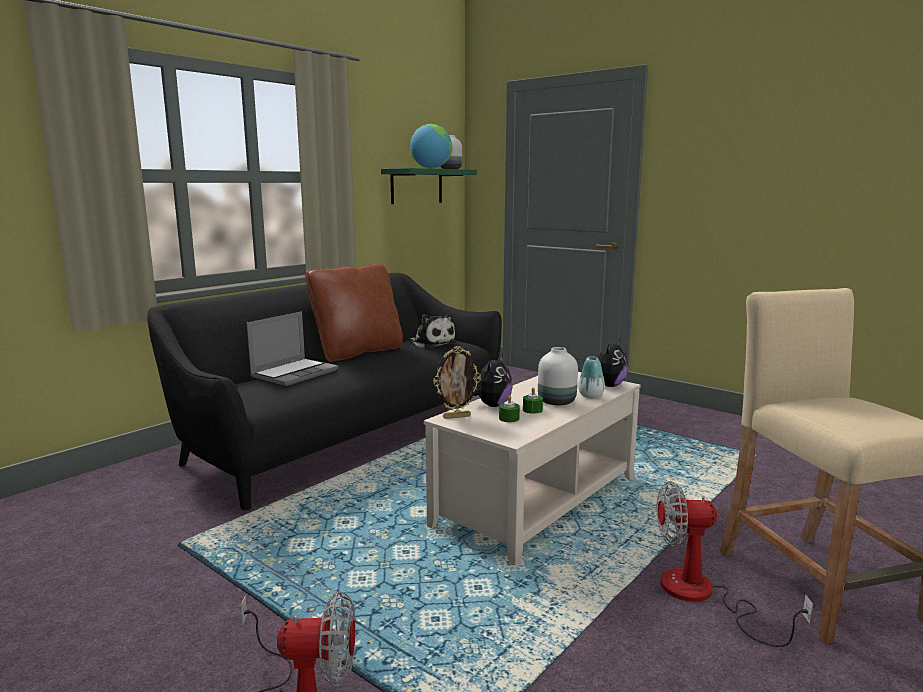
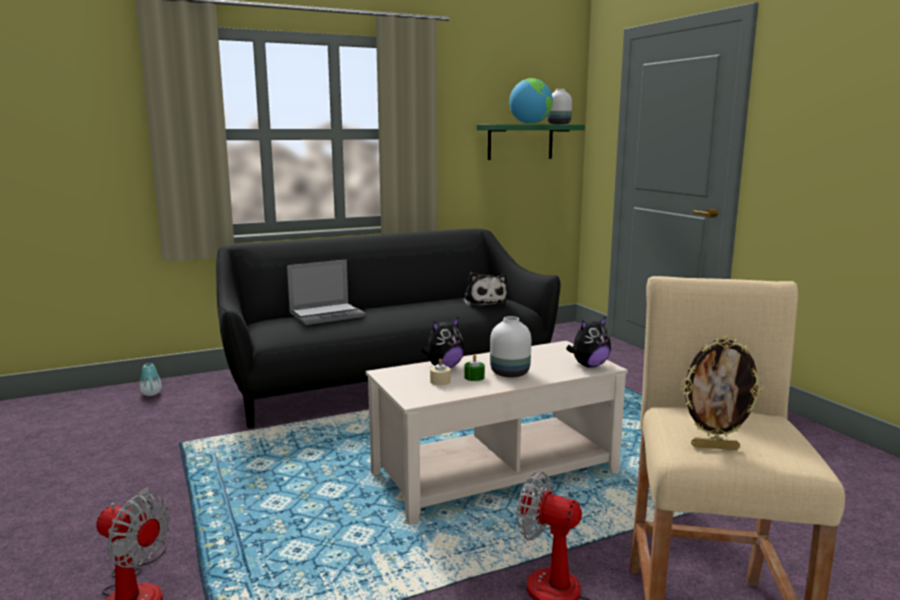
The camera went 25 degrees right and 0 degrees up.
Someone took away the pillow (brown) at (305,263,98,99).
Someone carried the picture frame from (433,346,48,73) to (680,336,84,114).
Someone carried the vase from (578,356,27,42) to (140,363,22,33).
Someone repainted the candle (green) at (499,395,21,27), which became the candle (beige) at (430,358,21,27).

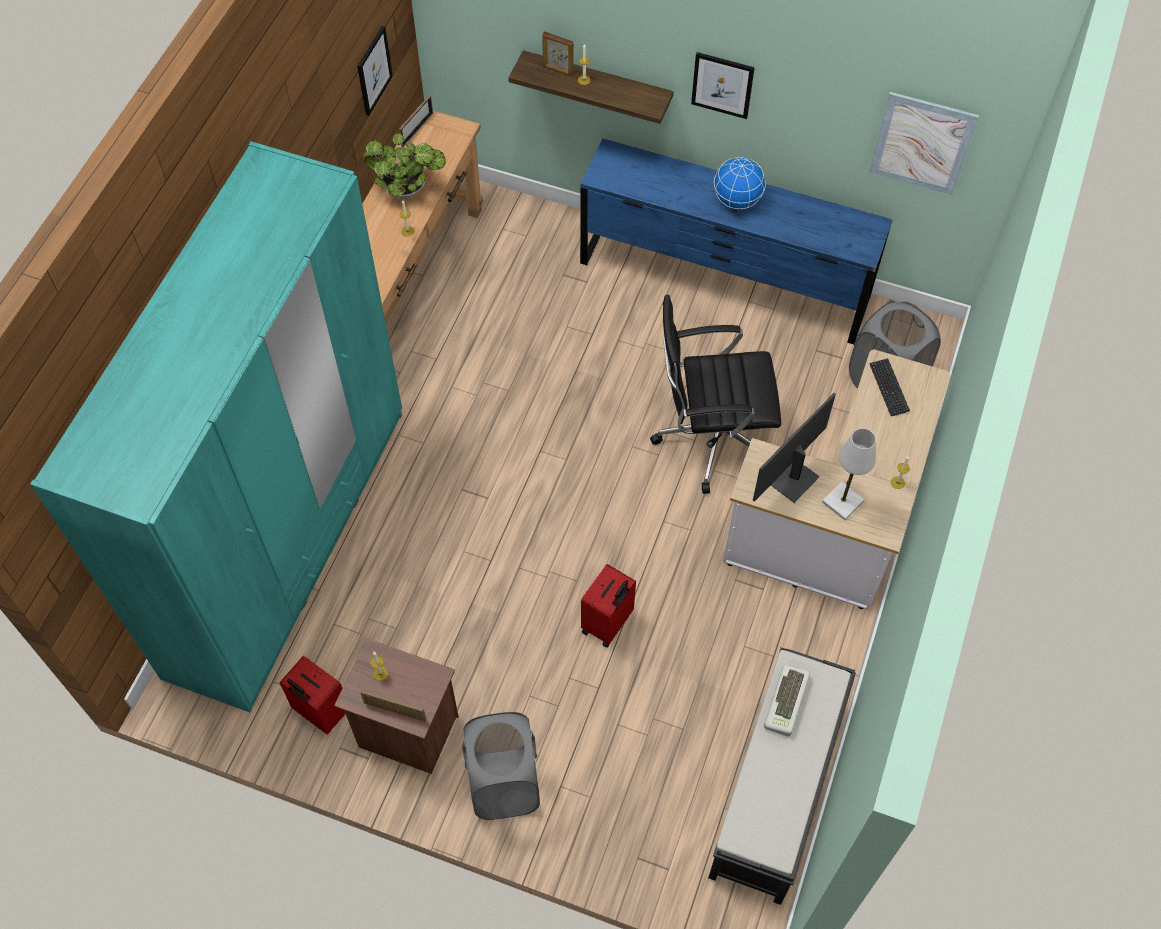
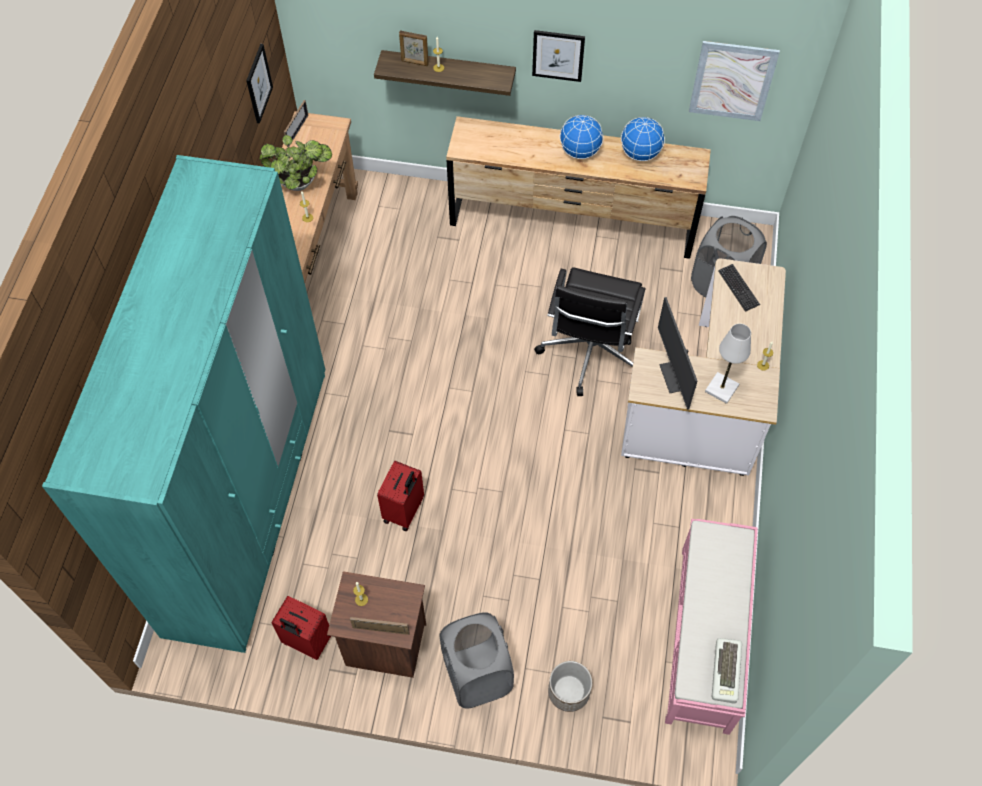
The camera went 10 degrees left and 0 degrees up.
Someone put down the planter at (548,661,44,51).
Someone put down the globe at (621,117,44,44).
Someone carried the suitcase (red) from (581,564,55,83) to (377,461,47,70).
Someone carried the keyboard from (764,665,46,72) to (712,638,30,66).
Someone repainted the dresser (blue) at (580,138,313,206), which became the dresser (brown) at (446,116,265,143).
Someone repainted the bench (black) at (708,647,148,258), which became the bench (pink) at (665,519,93,216).
Someone rotated the office chair (black) at (650,295,131,199) by 60 degrees counterclockwise.
Someone rotated the monitor at (753,393,83,110) by 45 degrees counterclockwise.

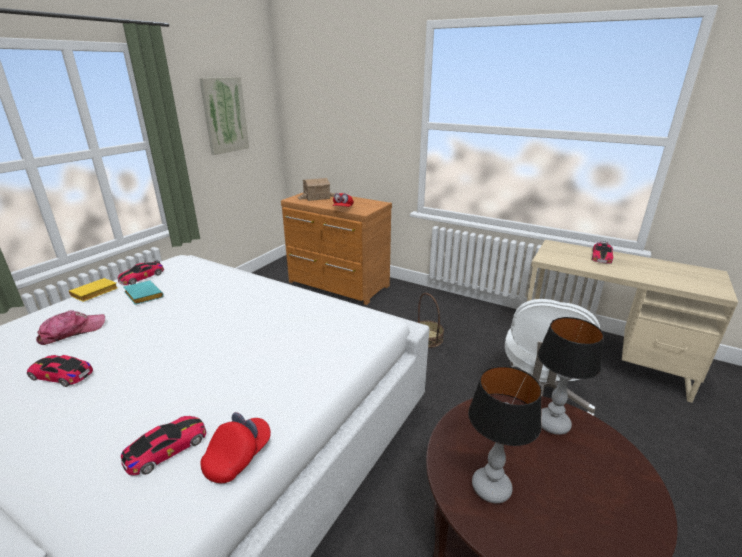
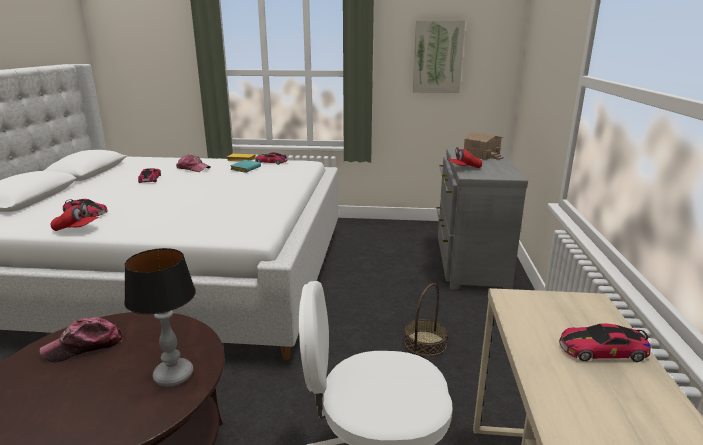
The camera went 65 degrees right and 5 degrees down.
Someone swapped the table lamp at (468,366,74,137) for the cap at (40,317,83,46).
Someone repainted the dresser (brown) at (281,192,111,113), which became the dresser (grey) at (436,149,92,141).

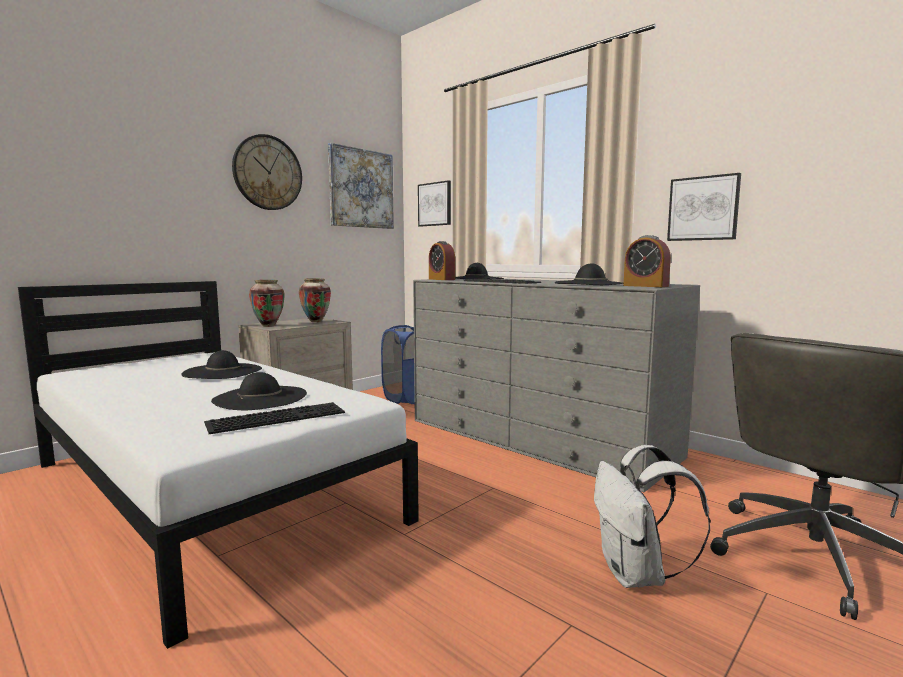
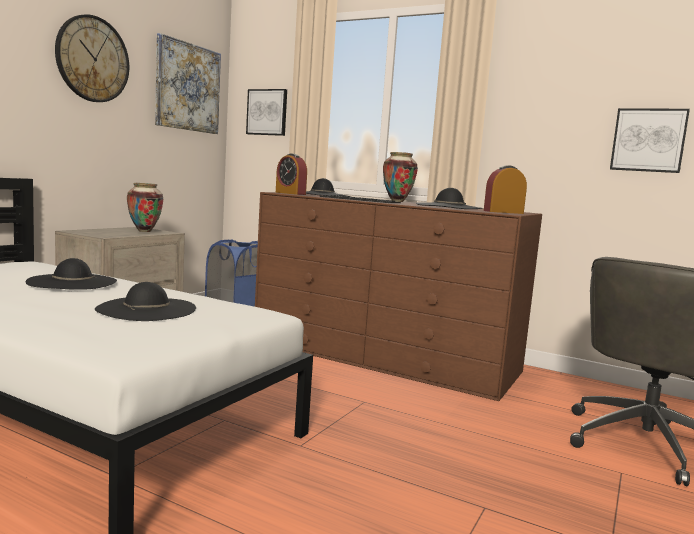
The camera went 15 degrees left and 0 degrees up.
Someone took away the keyboard at (204,402,141,32).
Someone took away the backpack (white) at (594,445,117,143).
Someone carried the vase from (249,280,35,47) to (383,152,35,50).
Someone carried the picture from (667,173,74,68) to (610,108,80,65).
Someone repainted the dresser (grey) at (413,279,287,213), which became the dresser (brown) at (255,192,287,209).
Someone rotated the alarm clock at (623,235,48,52) by 135 degrees clockwise.

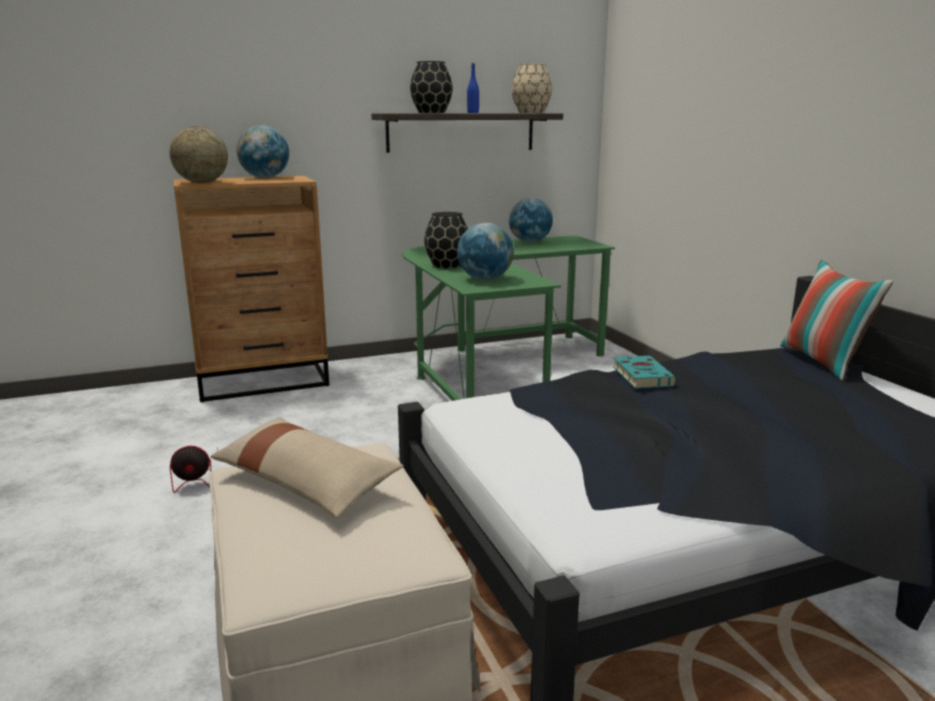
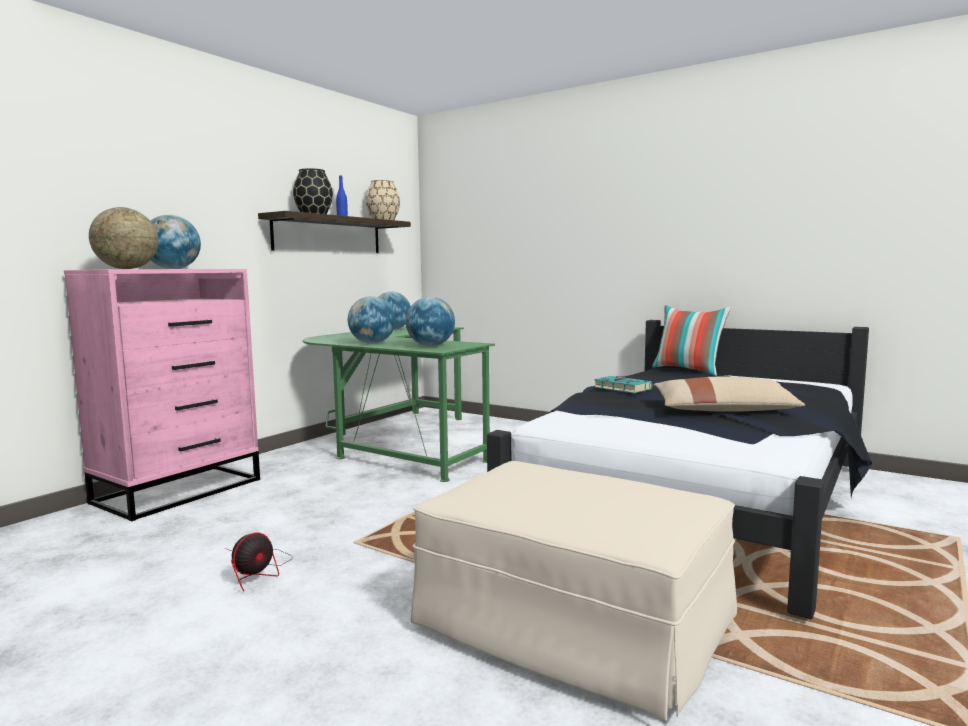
The camera went 35 degrees left and 10 degrees down.
Someone carried the pillow (beige) from (210,417,194,101) to (654,377,151,35).
Someone swapped the vase (black) at (424,212,44,56) for the globe at (348,296,47,48).
Someone repainted the dresser (brown) at (174,175,155,227), which became the dresser (pink) at (64,269,196,252).

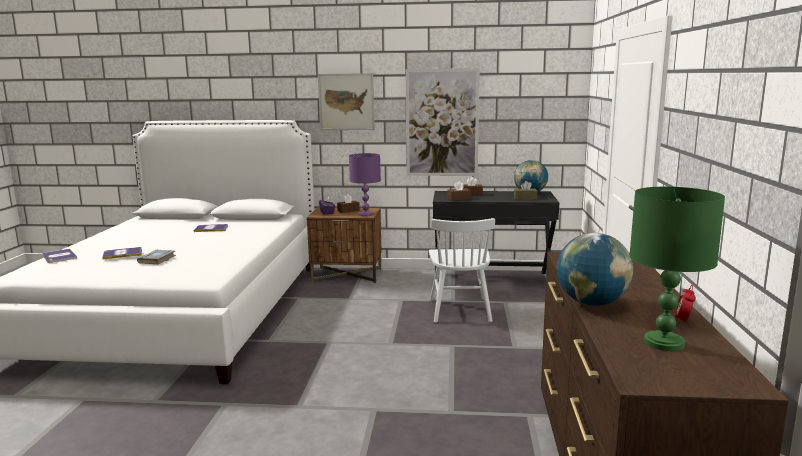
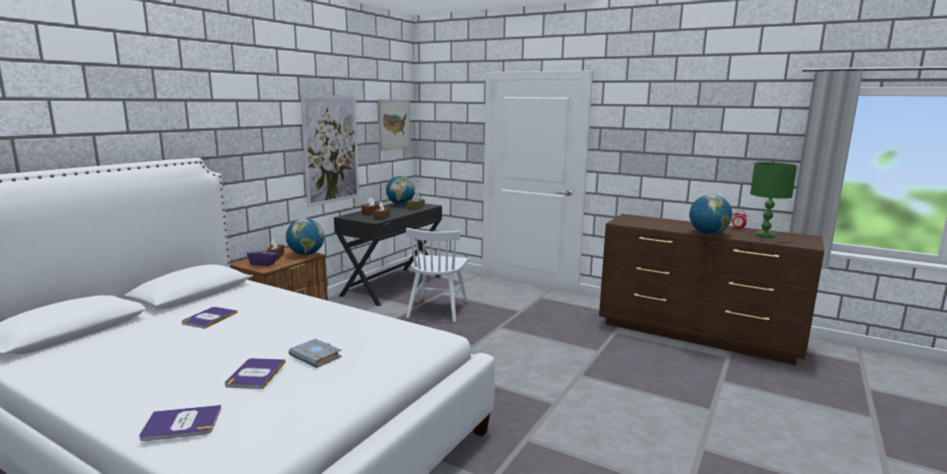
The camera went 65 degrees left and 0 degrees up.
Someone carried the picture from (318,73,57,57) to (378,100,33,51).
Someone swapped the table lamp (purple) at (349,153,32,63) for the globe at (286,218,38,37).
Someone rotated the chair (white) at (429,218,66,105) by 75 degrees clockwise.

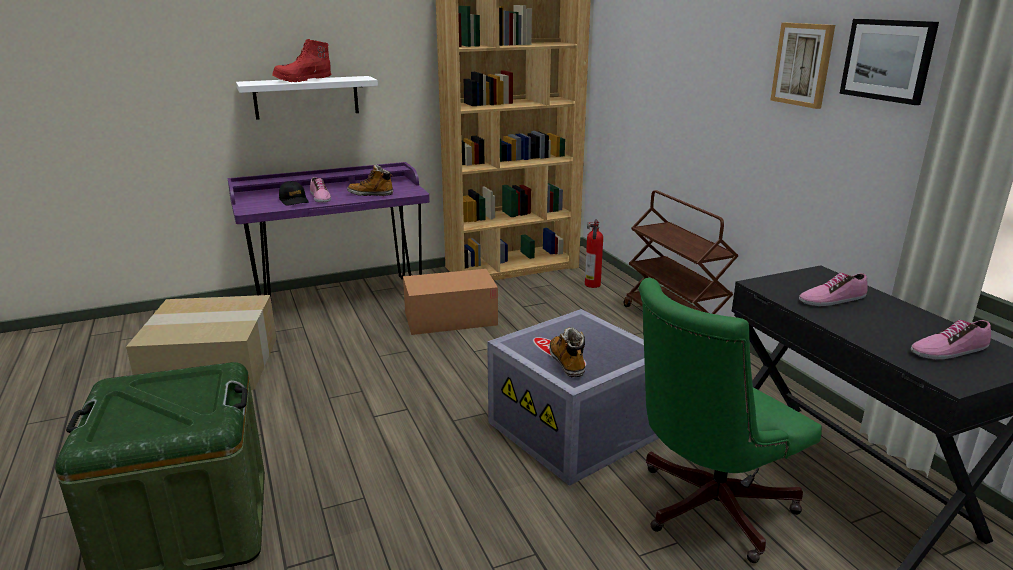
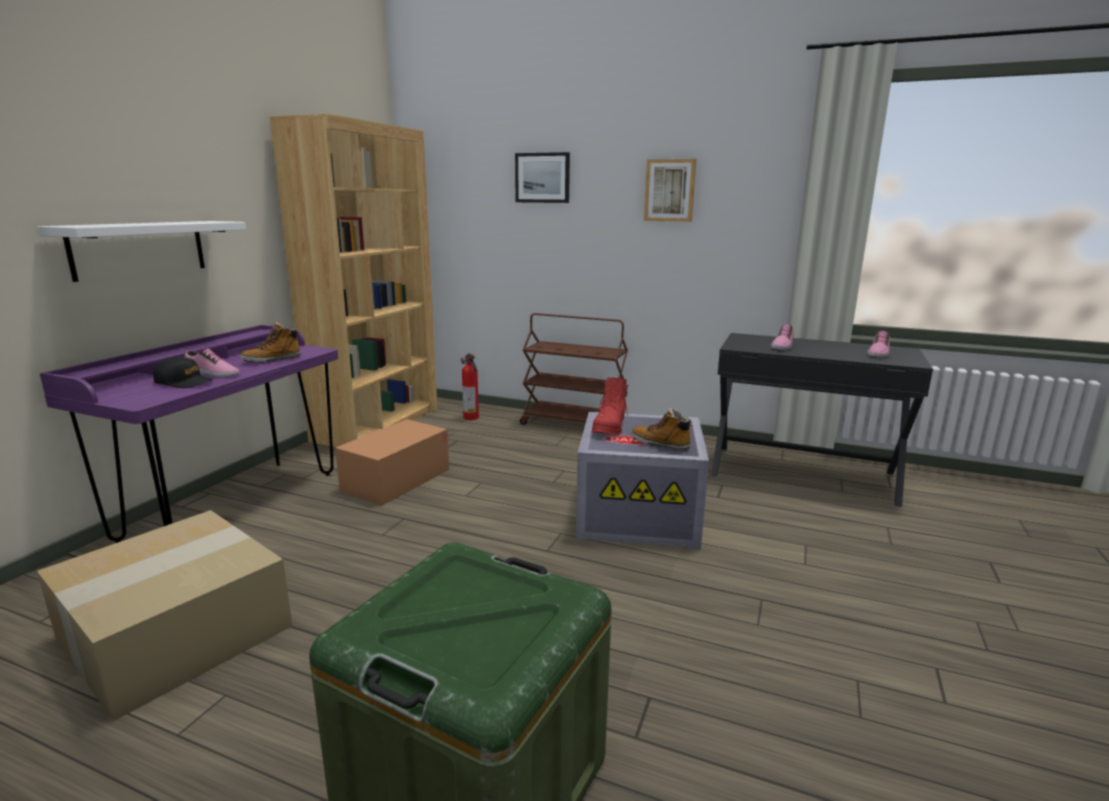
The camera went 45 degrees left and 5 degrees down.
Someone took away the office chair (green) at (639,278,183,285).
Someone carried the boot (red) from (272,39,60,43) to (591,378,38,57).
Someone carried the picture from (839,19,100,86) to (515,152,55,51).

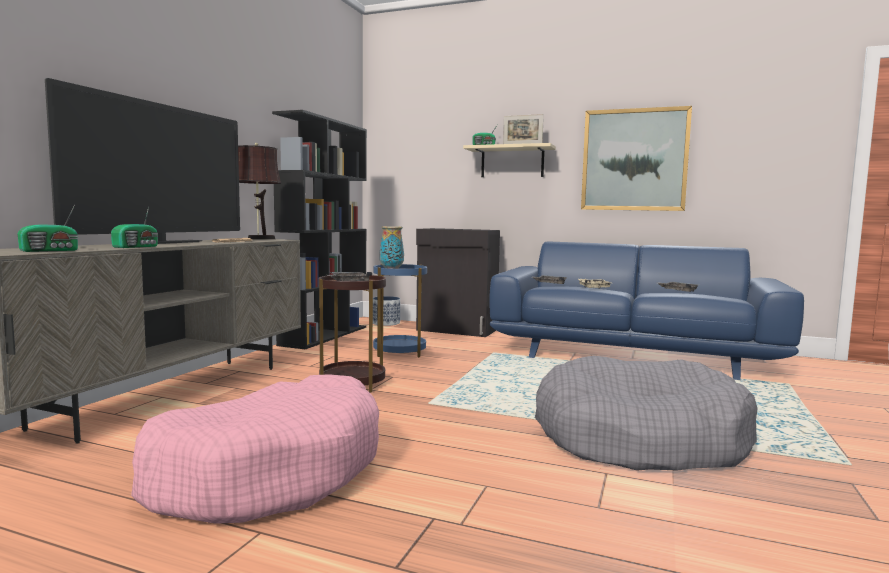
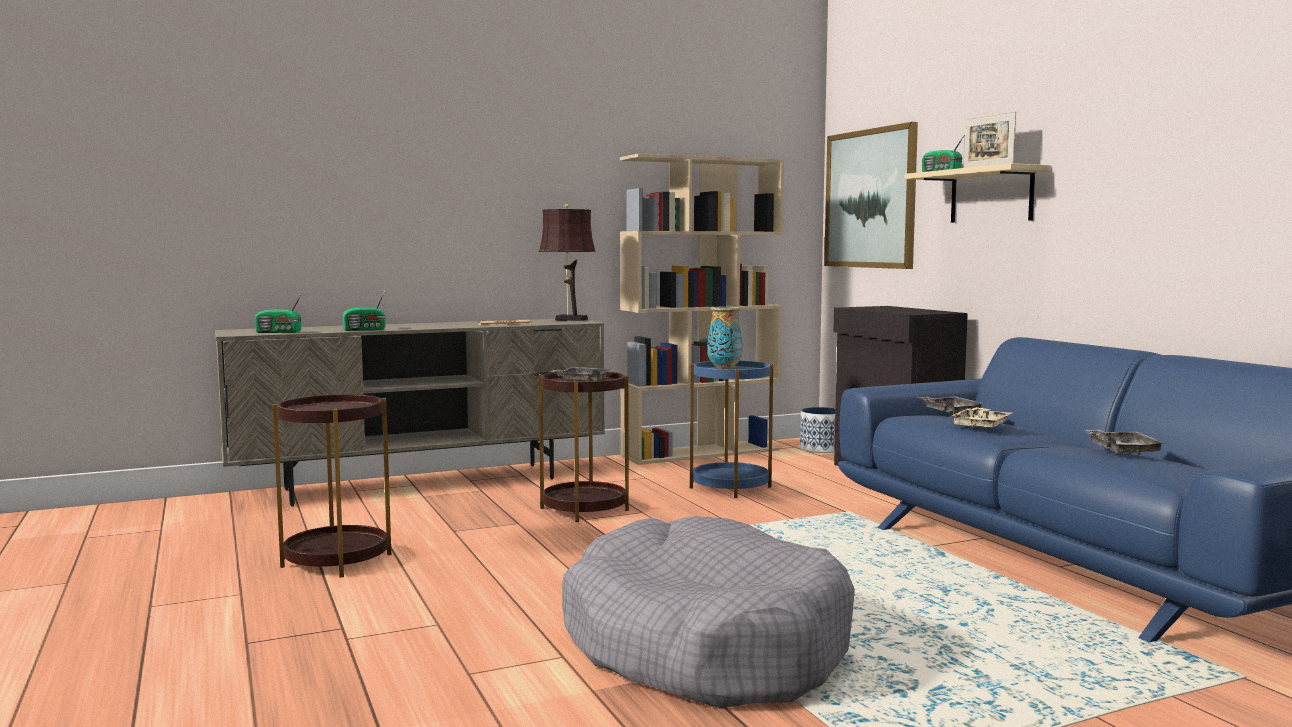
The camera went 45 degrees right and 0 degrees up.
Someone took away the television at (45,78,195,166).
Someone carried the picture from (581,106,111,105) to (824,122,94,147).
Someone swapped the dog bed (pink) at (131,374,248,150) for the side table (brown) at (273,393,118,184).
Someone repainted the bookcase (black) at (272,110,95,239), which became the bookcase (beige) at (620,154,164,311).

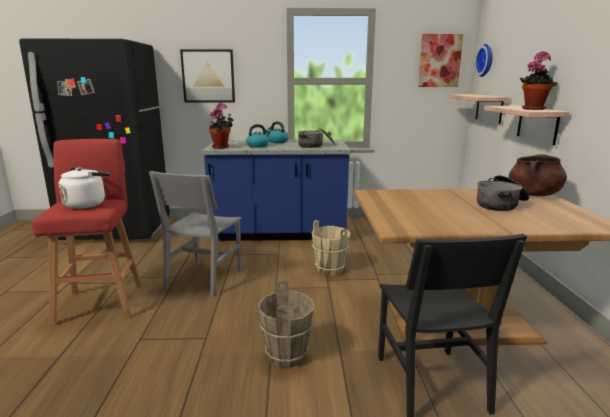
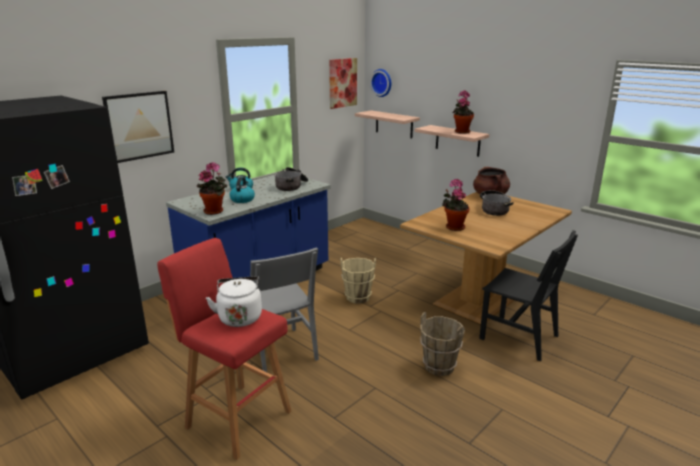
The camera went 45 degrees left and 5 degrees up.
Someone put down the potted plant at (442,179,28,52).

